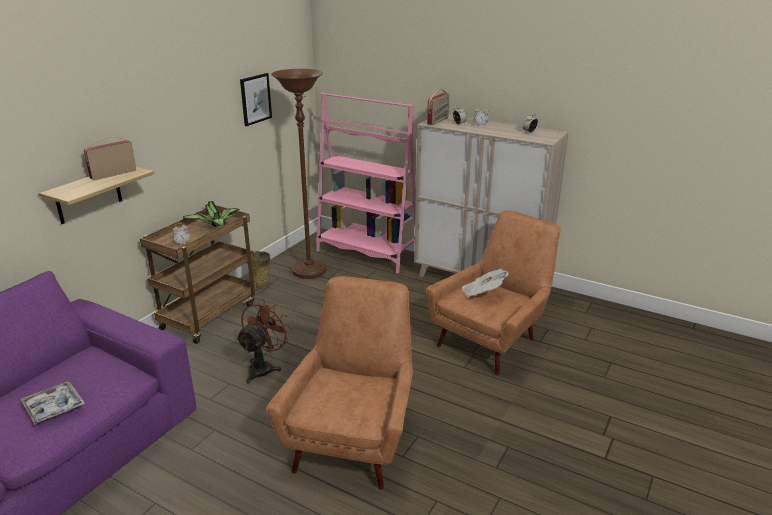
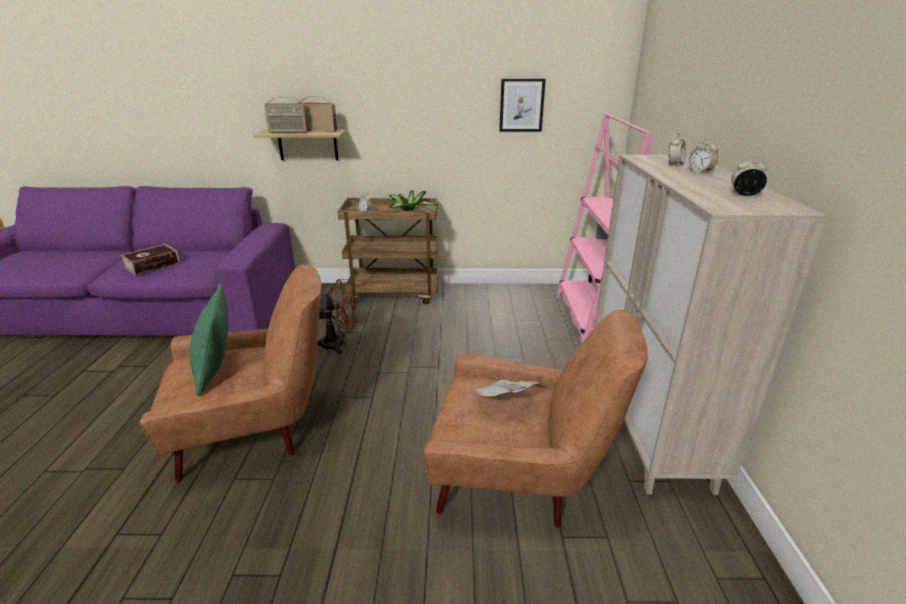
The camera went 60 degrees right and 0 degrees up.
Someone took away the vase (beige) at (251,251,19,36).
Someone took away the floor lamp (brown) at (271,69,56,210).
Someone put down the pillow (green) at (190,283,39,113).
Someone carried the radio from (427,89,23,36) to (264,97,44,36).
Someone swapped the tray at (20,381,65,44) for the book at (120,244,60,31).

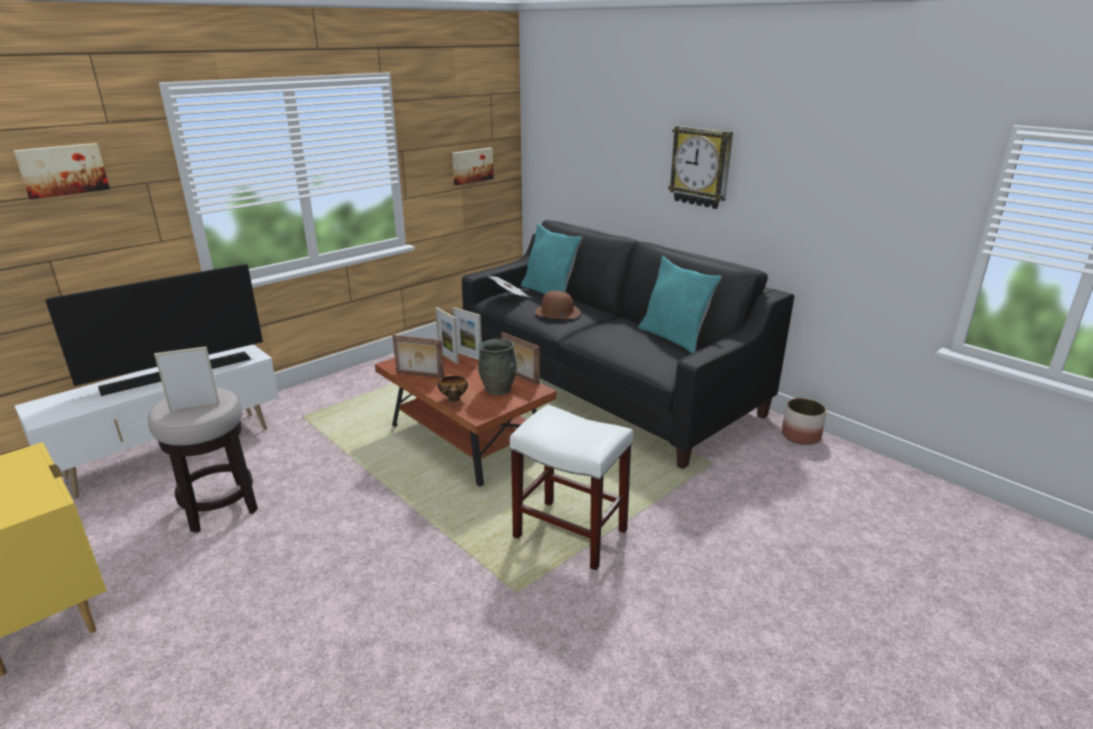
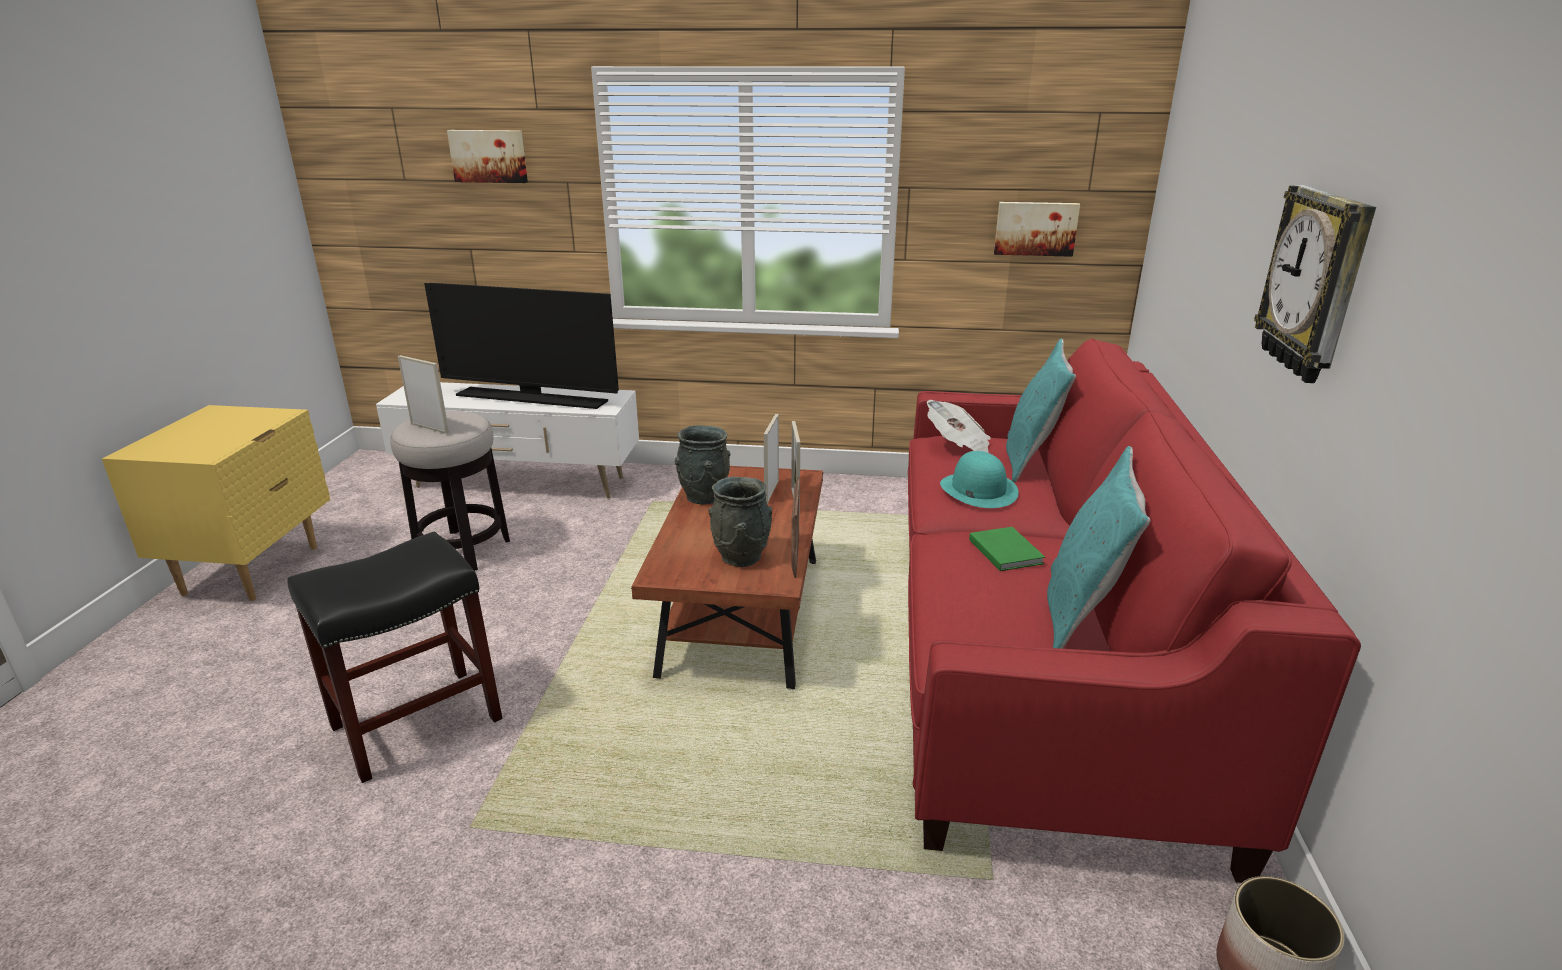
The camera went 50 degrees right and 0 degrees up.
Someone took away the bowl at (438,375,30,27).
Someone took away the stool (white) at (510,405,123,166).
Someone put down the stool (black) at (287,532,215,251).
Someone put down the book (green) at (969,527,76,44).
Someone swapped the picture frame at (392,335,52,43) for the vase (grey) at (675,425,55,79).
Someone repainted the sofa (black) at (462,220,332,249), which became the sofa (red) at (908,338,453,545).
Someone repainted the hat (brown) at (535,291,46,28), which became the hat (turquoise) at (940,451,79,57).

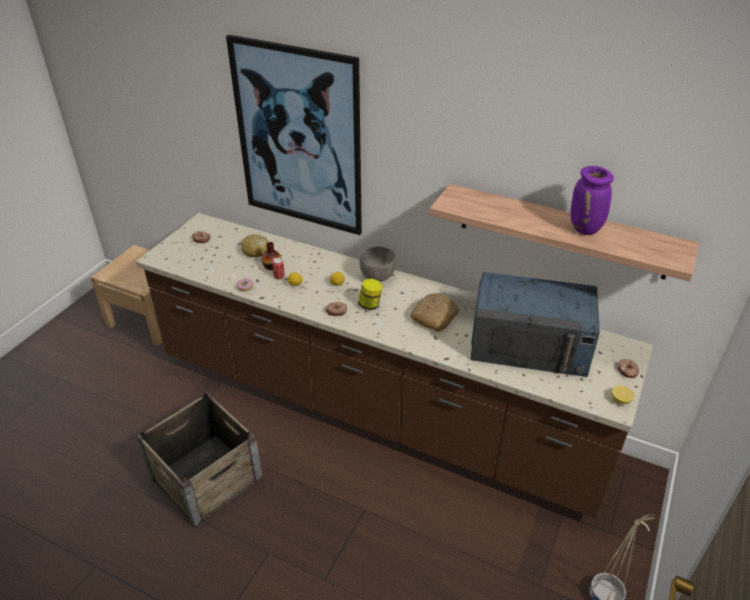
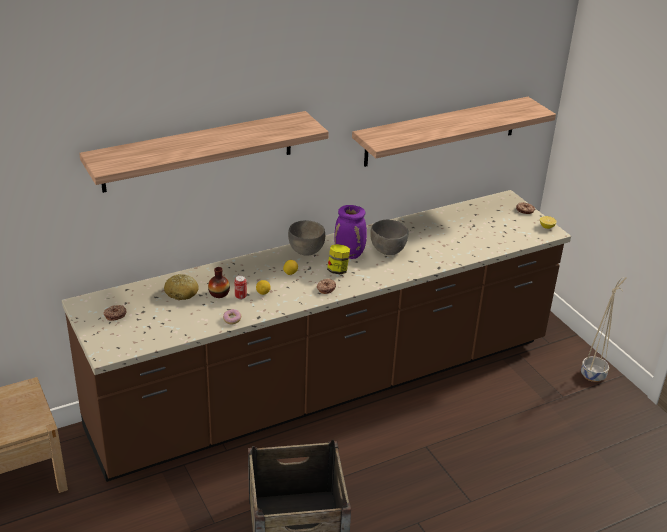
The camera went 55 degrees left and 5 degrees down.
Someone took away the microwave (blue) at (470,272,130,105).
Someone carried the vase (purple) from (570,166,44,69) to (334,205,33,54).
Someone swapped the picture at (226,35,136,200) for the shelf at (79,111,250,82).
Someone swapped the bread at (410,293,49,39) for the bowl (grey) at (370,220,39,35).

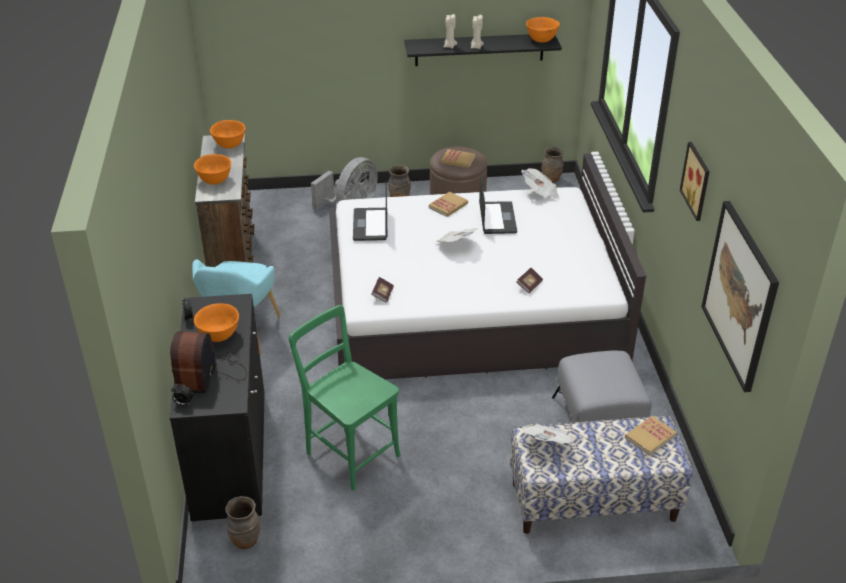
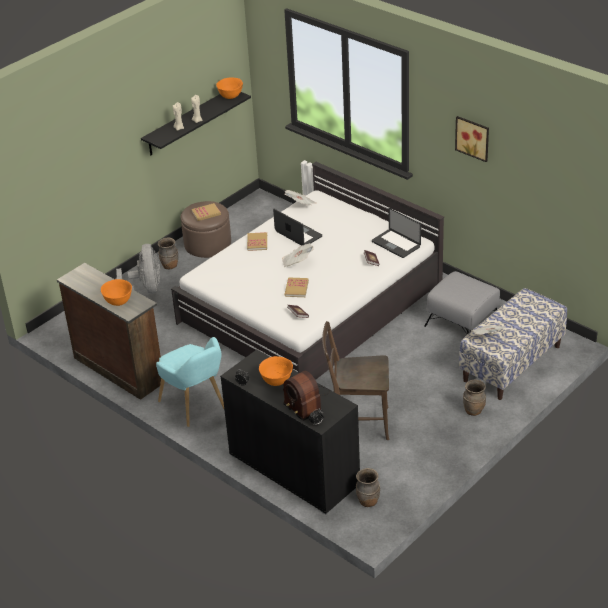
The camera went 40 degrees left and 0 degrees up.
Someone took away the bowl (orange) at (210,120,35,29).
Someone took away the picture at (702,201,77,191).
Someone carried the laptop from (353,181,34,60) to (372,208,49,50).
Someone carried the vase (brown) from (541,147,23,36) to (463,379,23,37).
Someone carried the book from (625,416,52,40) to (285,278,24,19).
Someone repainted the chair (green) at (289,305,112,186), which became the chair (brown) at (322,321,67,119).

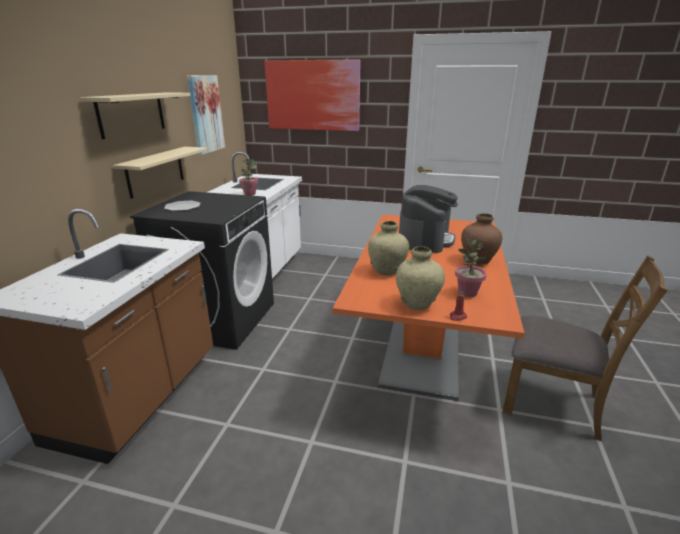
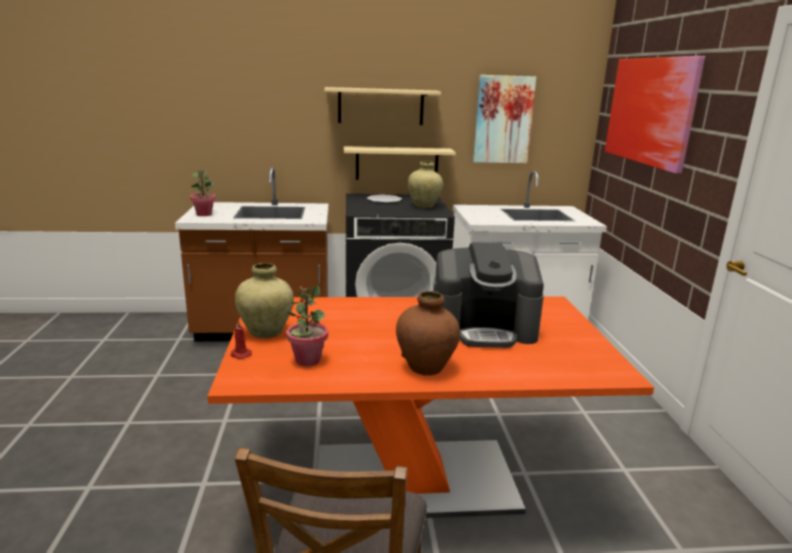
The camera went 70 degrees right and 5 degrees down.
Someone carried the potted plant from (239,158,19,38) to (190,169,26,47).
Someone carried the vase (beige) from (368,221,41,54) to (408,161,35,47).

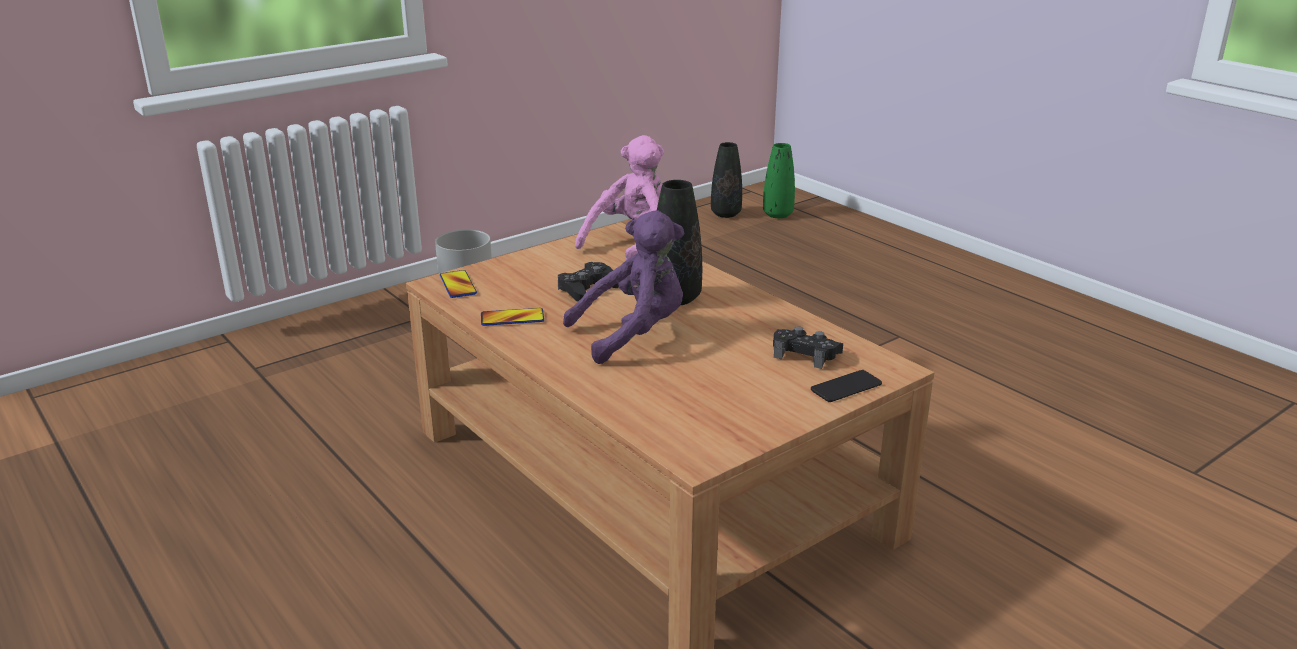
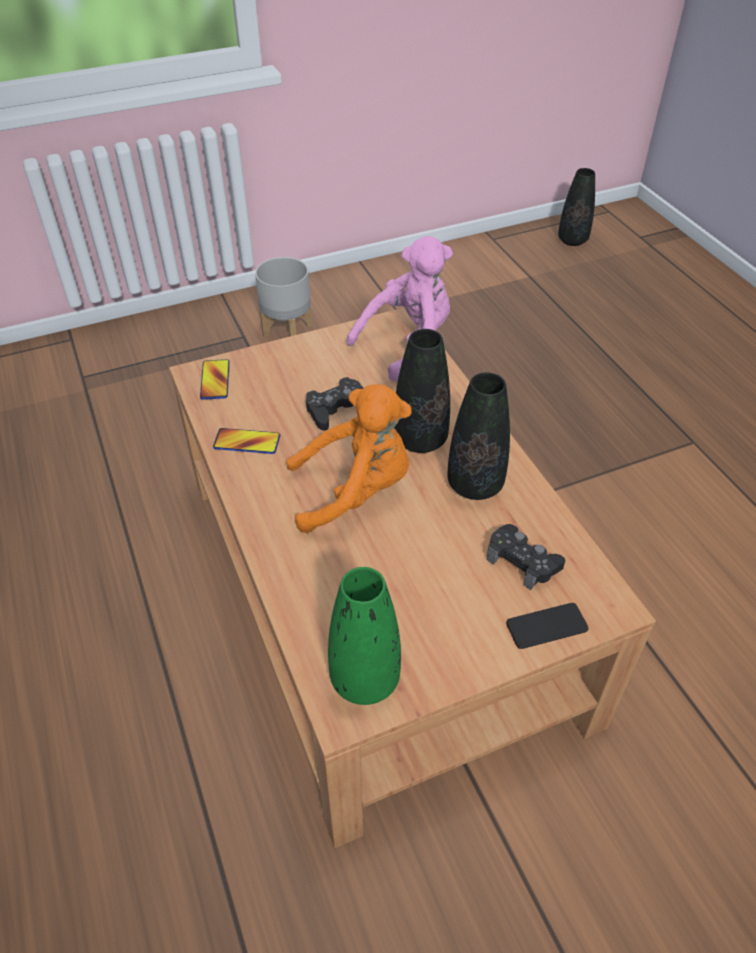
The camera went 15 degrees right and 20 degrees up.
Someone put down the vase (black) at (448,372,62,128).
Someone carried the vase (green) from (763,143,32,75) to (328,567,73,138).
Someone repainted the plush toy (purple) at (563,210,121,154), which became the plush toy (orange) at (286,384,126,149).

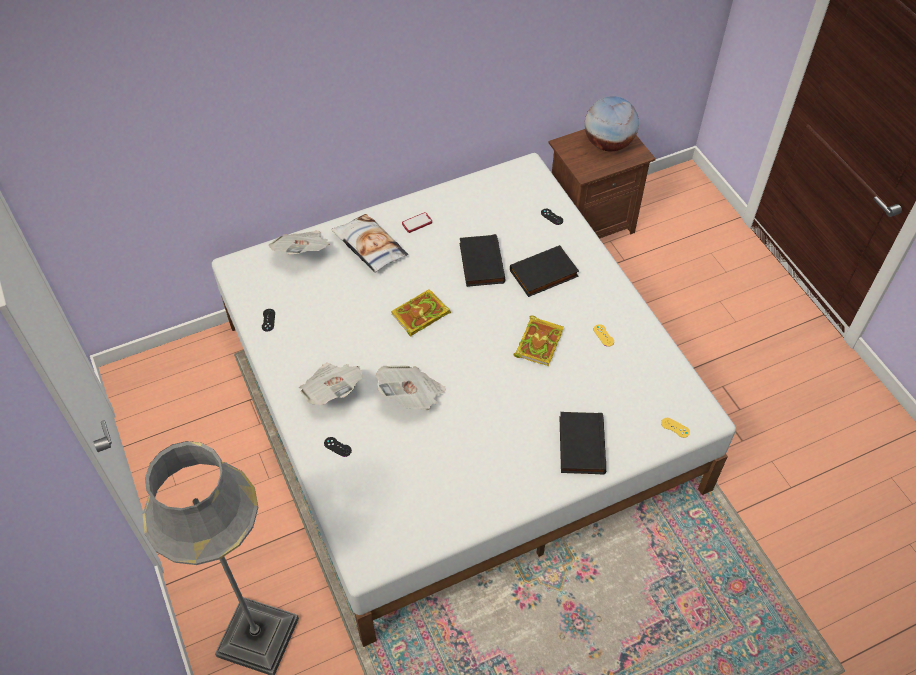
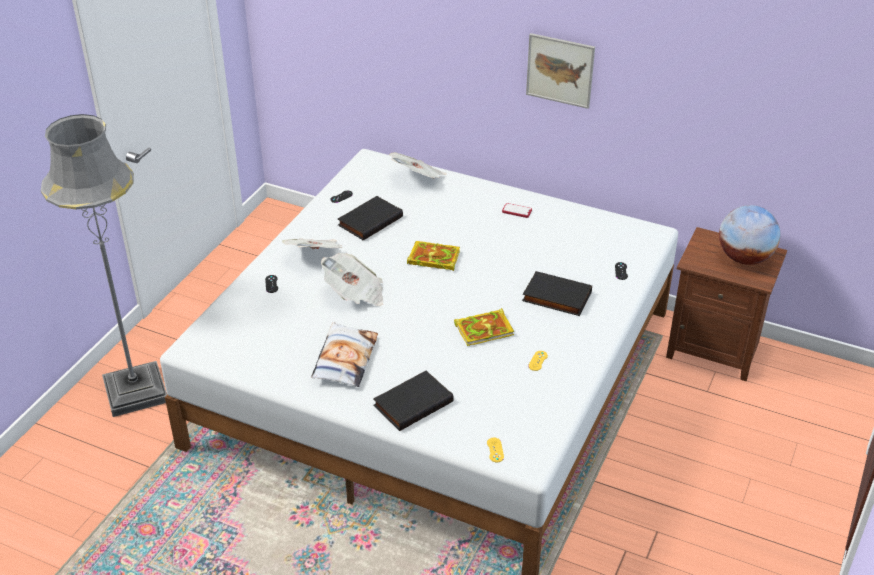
The camera went 50 degrees right and 15 degrees down.
Someone put up the picture at (526,33,69,76).
Someone carried the pillow from (331,214,77,59) to (311,322,67,65).
Someone carried the book (black) from (459,234,46,53) to (338,196,65,44).

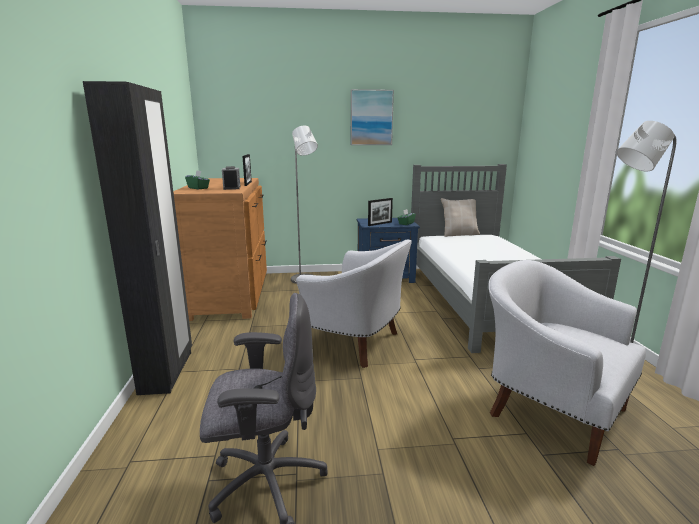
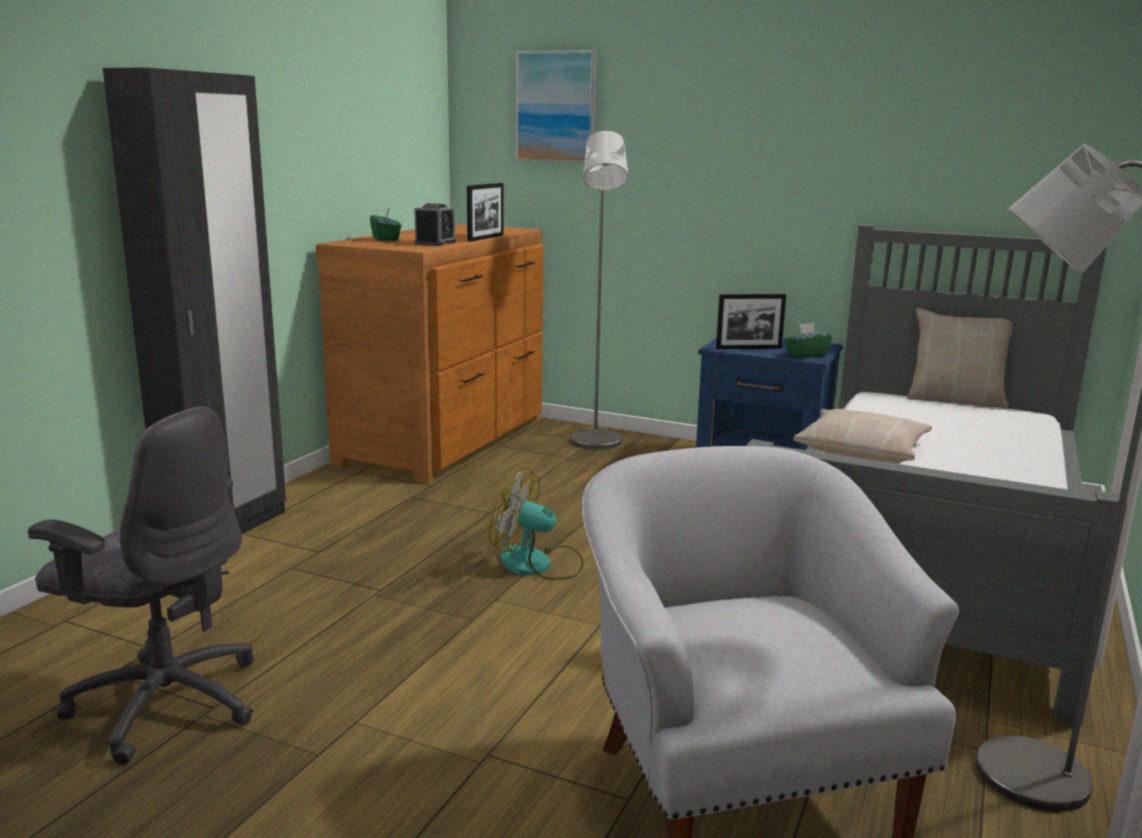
The camera went 30 degrees right and 0 degrees up.
Someone put down the pillow (beige) at (794,409,138,54).
Someone carried the picture from (351,89,43,56) to (516,50,81,113).
Someone swapped the armchair (white) at (296,239,116,129) for the fan at (489,467,95,113).

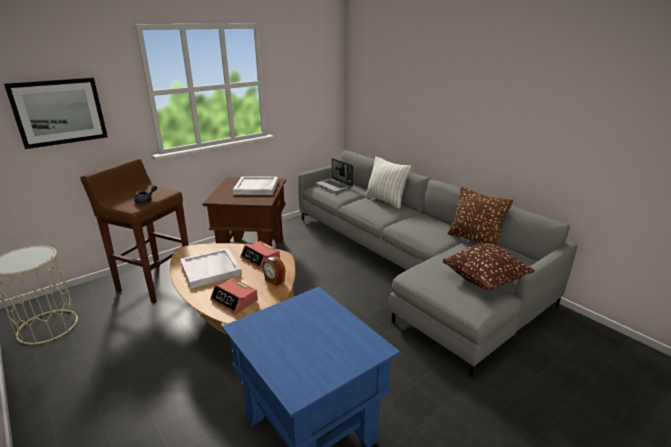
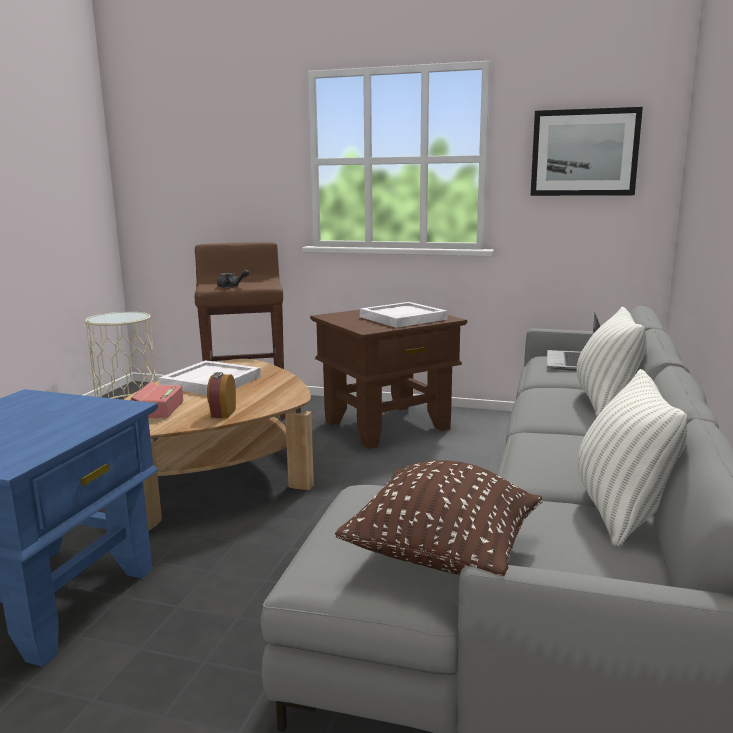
The camera went 55 degrees right and 10 degrees down.
Someone took away the alarm clock at (240,241,40,28).
Someone carried the picture from (4,77,104,72) to (531,107,112,89).
Someone repainted the pillow (brown) at (448,187,65,59), which became the pillow (white) at (578,369,110,179).

